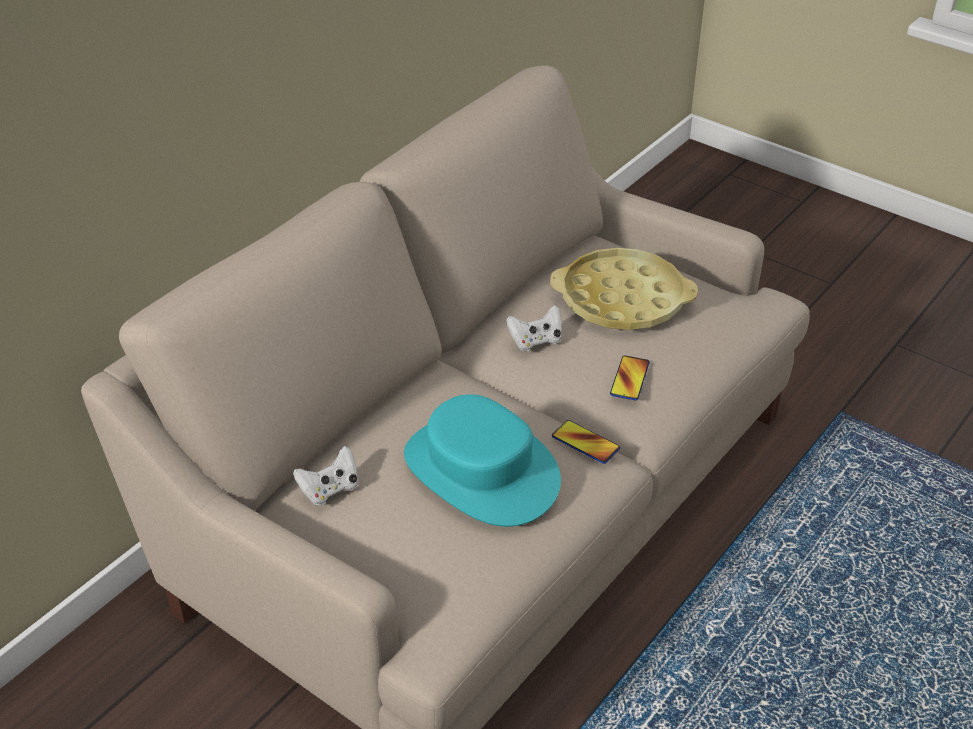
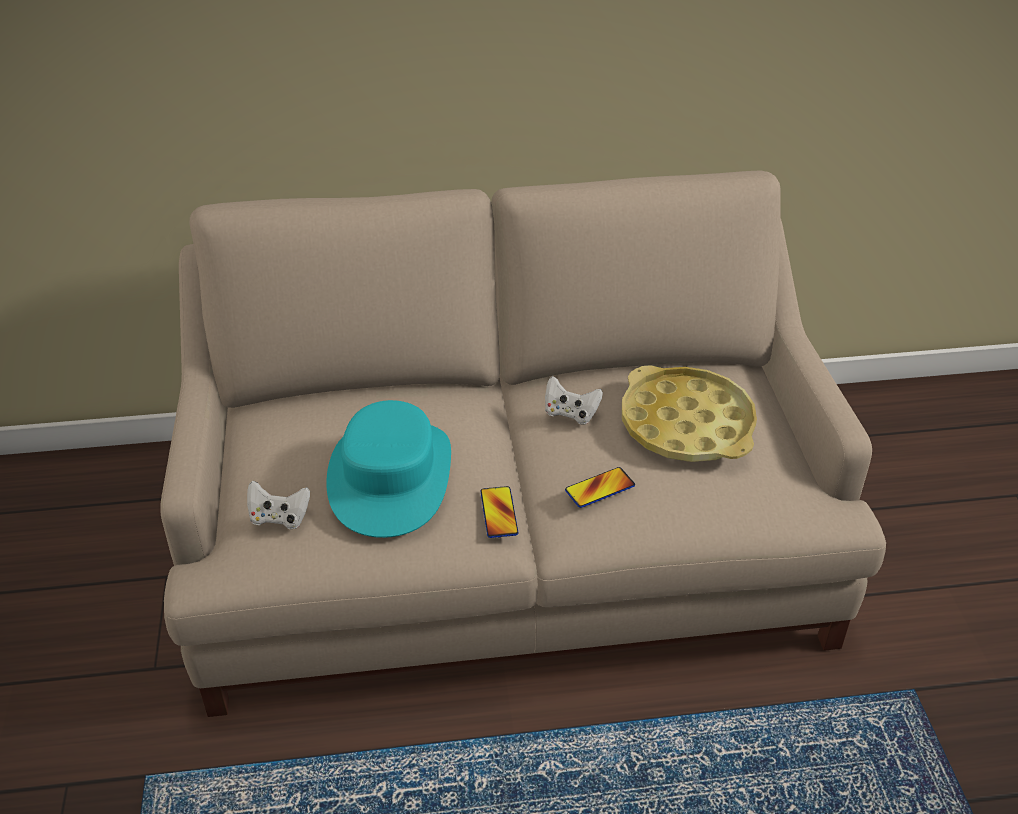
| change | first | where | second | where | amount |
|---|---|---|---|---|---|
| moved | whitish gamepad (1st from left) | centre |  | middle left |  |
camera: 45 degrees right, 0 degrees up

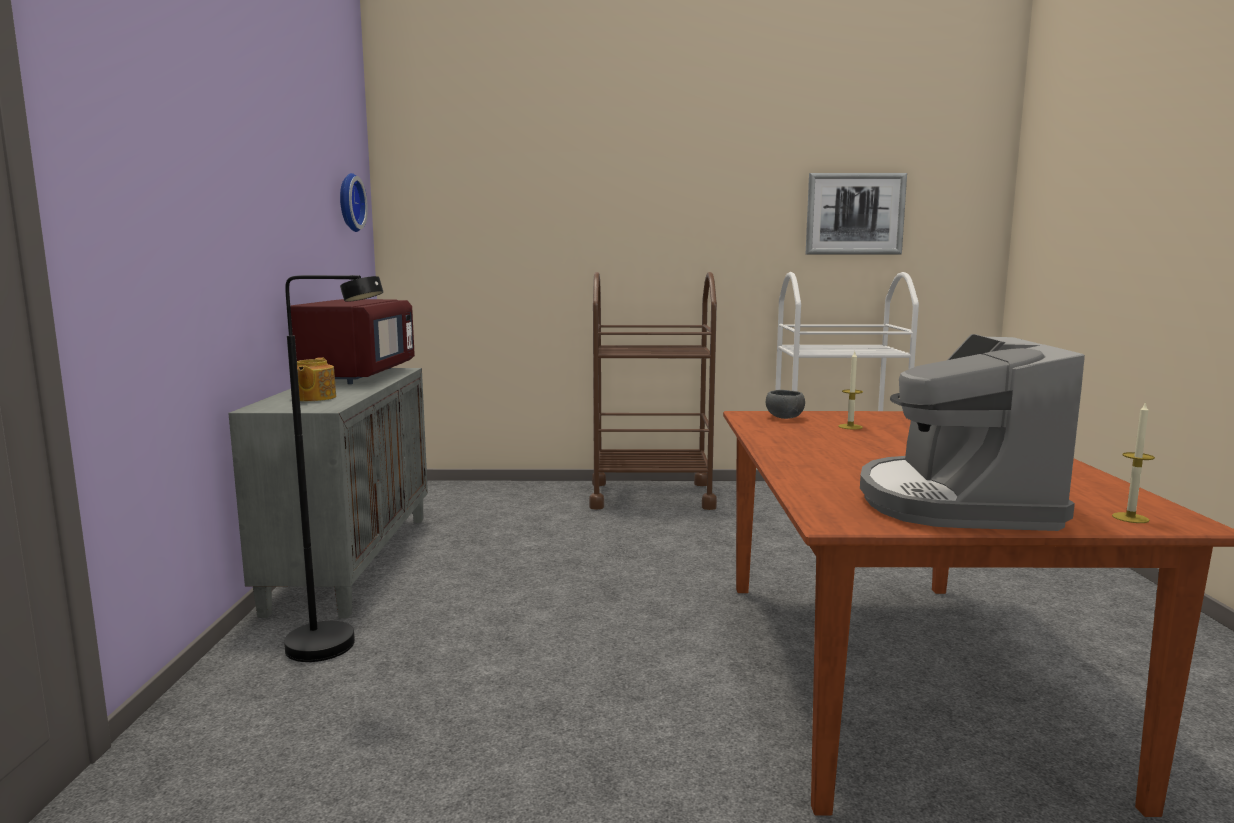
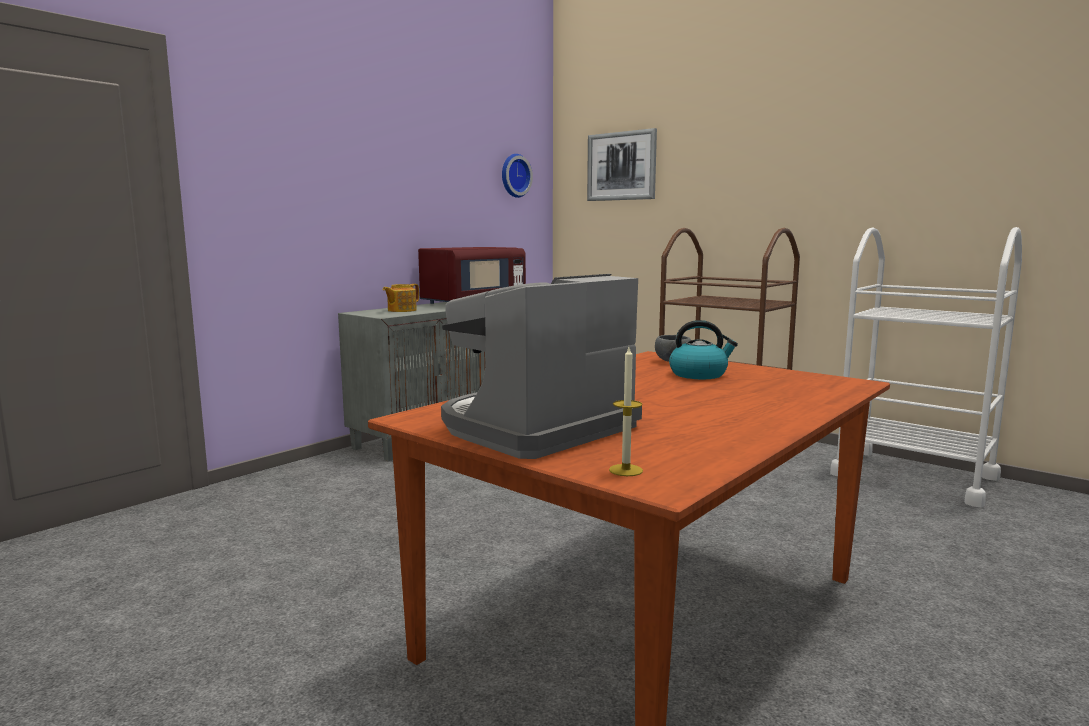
| change | first | where | second | where | amount |
|---|---|---|---|---|---|
| moved | wall picture | top right |  | top centre |  |
| removed | black floor lamp | middle left |  |  |  |
| replaced | wax light (1st from left) | middle right | kettle | centre |  |
camera: 40 degrees right, 0 degrees up

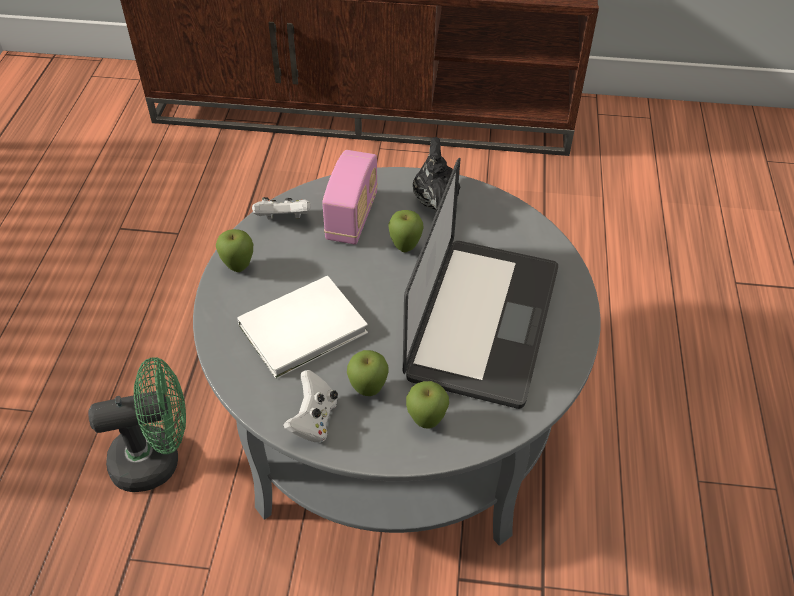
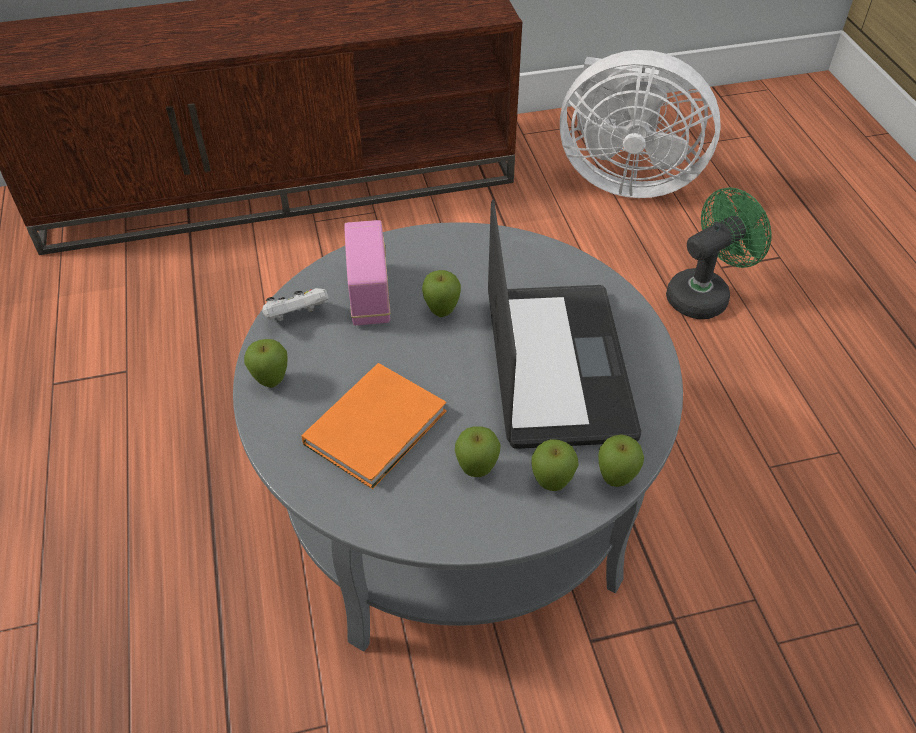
| change | first | where | second | where | amount |
|---|---|---|---|---|---|
| removed | black tea pot | top centre |  |  |  |
| recoloured | whitish book | centre | orange book | centre |  |
| moved | greenish fan | bottom left |  | middle right |  |
| removed | whitish gamepad (2nd from left) | bottom centre |  |  |  |
| added |  |  | whitish fan | top right |  |
| added |  |  | apple (5th from left) | middle right |  |
camera: 20 degrees left, 0 degrees up

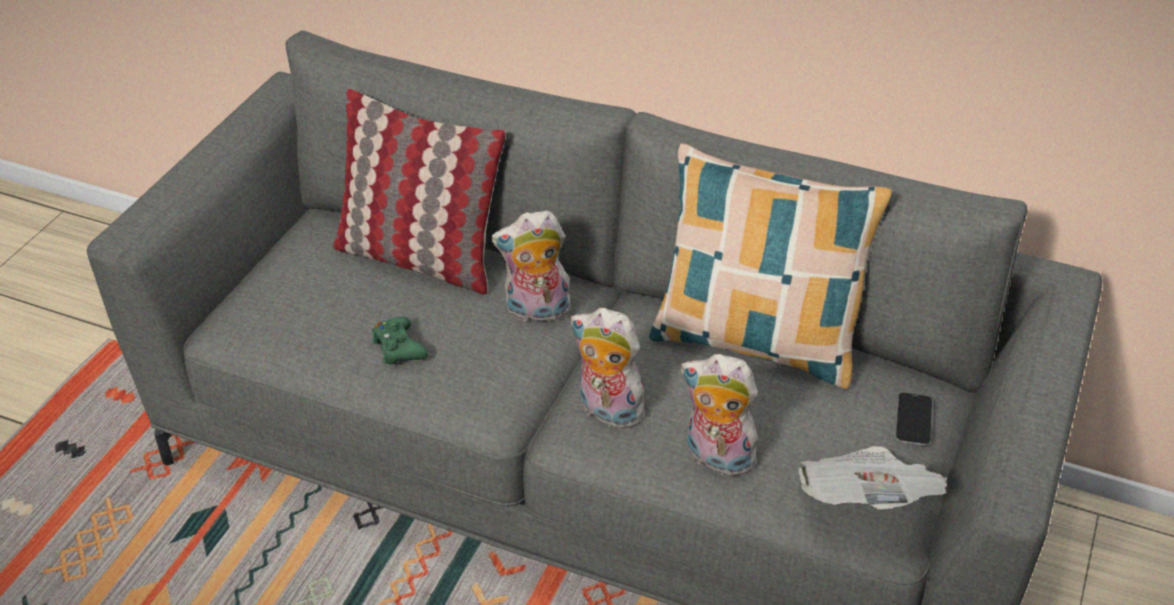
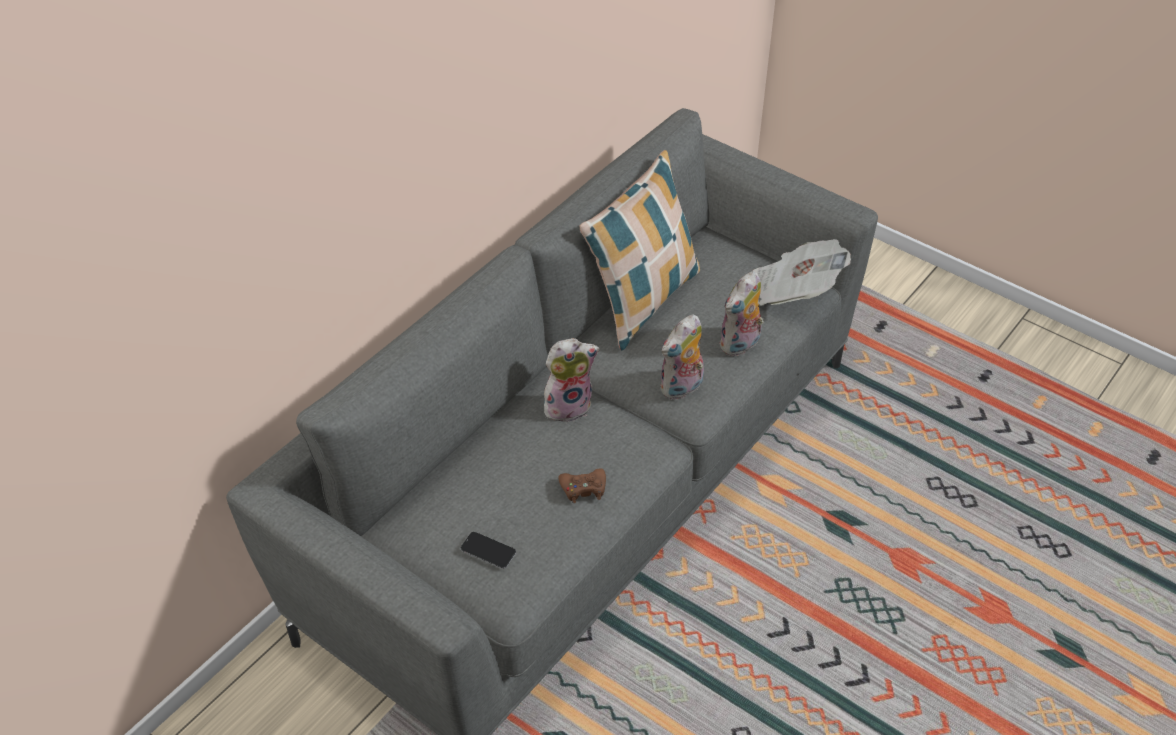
| change | first | where | second | where | amount |
|---|---|---|---|---|---|
| removed | throw pillow (1st from left) | top centre |  |  |  |
| turned | cuddly toy (1st from left) | centre |  | centre | 120 degrees counterclockwise |
| recoloured | greenish gamepad | centre | brown gamepad | centre |  |
| moved | handset | bottom right |  | bottom centre |  |
camera: 75 degrees left, 5 degrees up

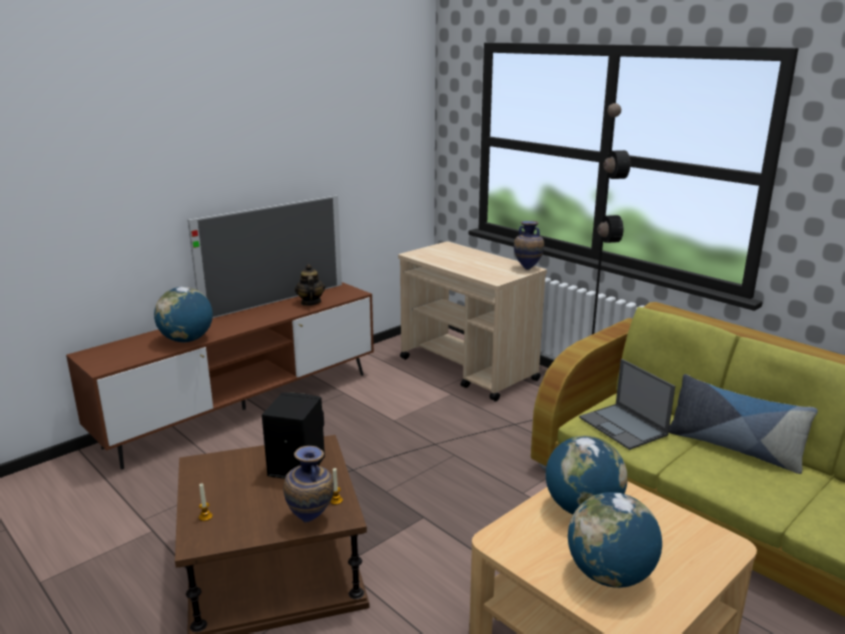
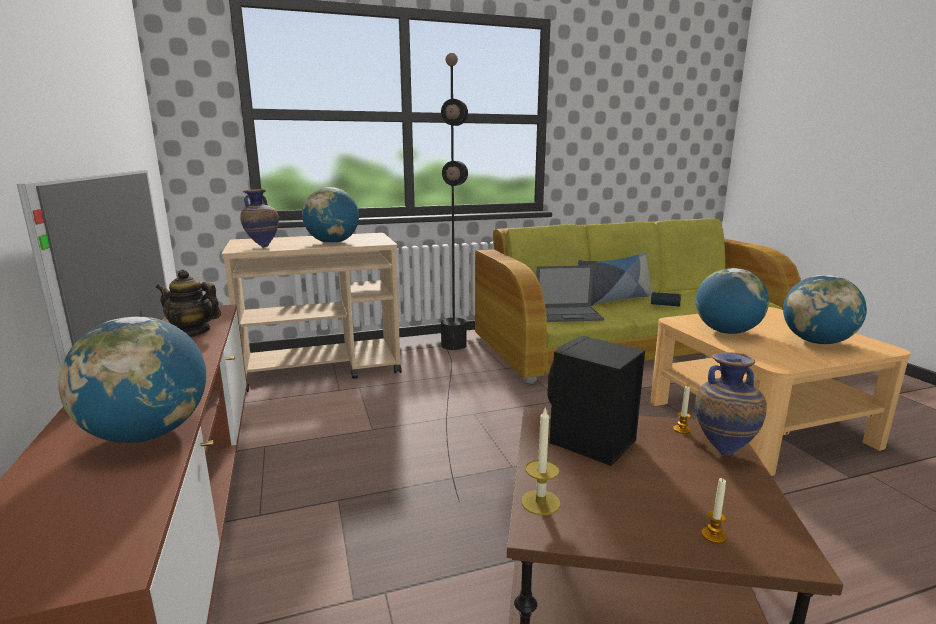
| change | first | where | second | where | amount |
|---|---|---|---|---|---|
| moved | decorative vase (2nd from left in the first image) | centre | decorative vase (1st from left) | middle left |  |
| added |  |  | world globe (2nd from left) | centre |  |
| added |  |  | book | middle right |  |
| added |  |  | wax light (1st from left) | bottom centre |  |
camera: 65 degrees left, 5 degrees down

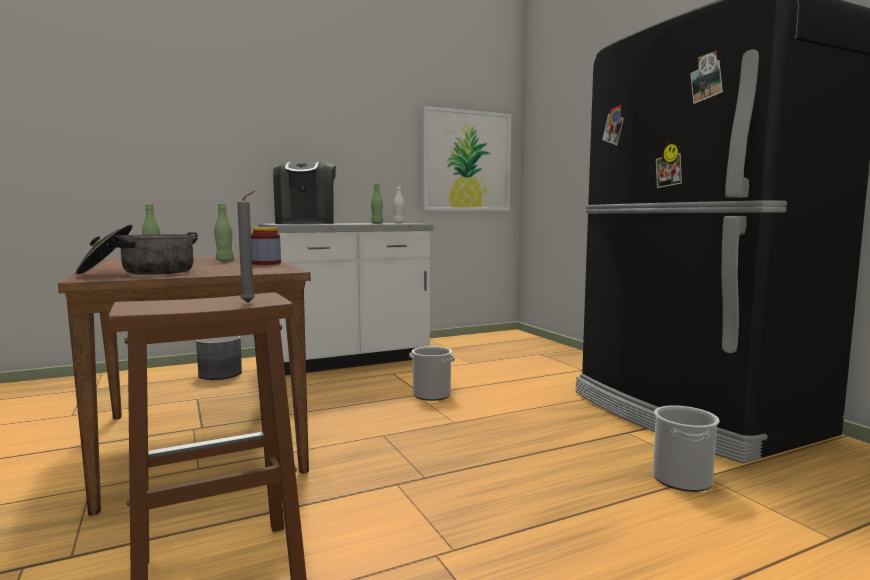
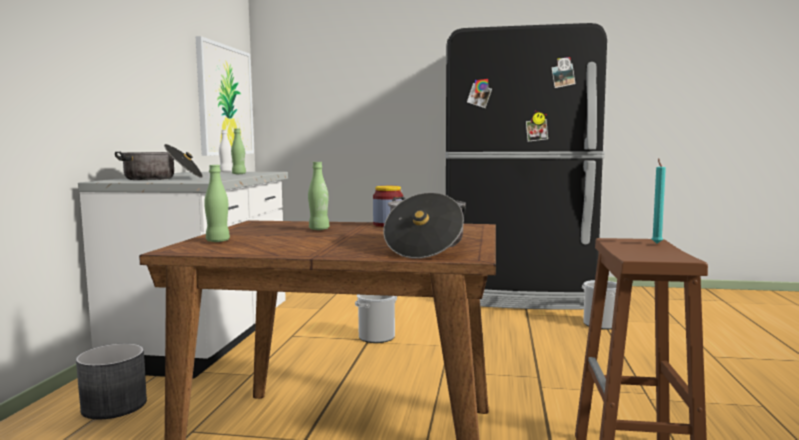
| change | first | where | second | where | amount |
|---|---|---|---|---|---|
| replaced | coffee maker | top centre | saucepot (1st from left) | middle left |  |
| recoloured | gray wax light | middle left | blue-green wax light | middle right |  |
camera: 55 degrees left, 0 degrees up

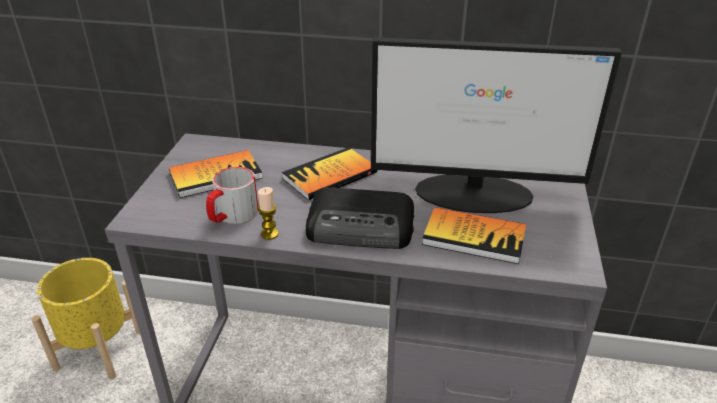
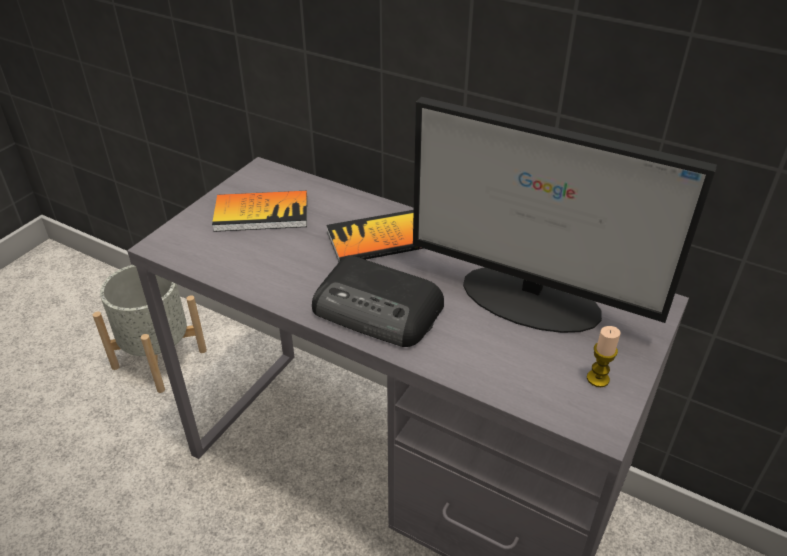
| change | first | where | second | where | amount |
|---|---|---|---|---|---|
| removed | mug | middle left |  |  |  |
| moved | wax light | centre |  | middle right |  |
| removed | book (3rd from left) | centre |  |  |  |
| recoloured | yellow-coloured plant pot | bottom left | gray plant pot | middle left |  |
camera: 20 degrees right, 5 degrees up

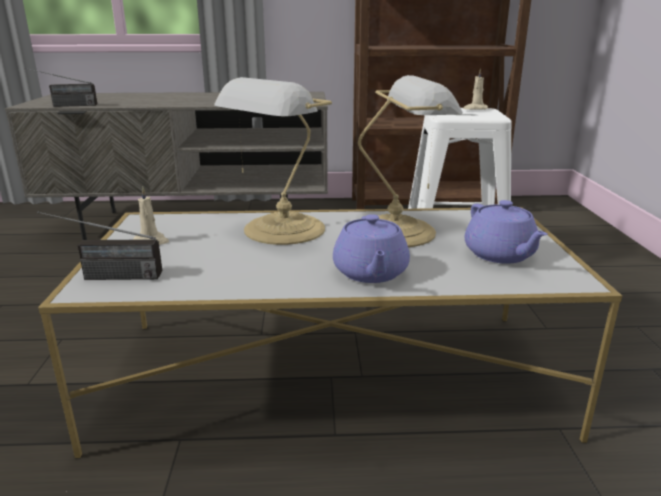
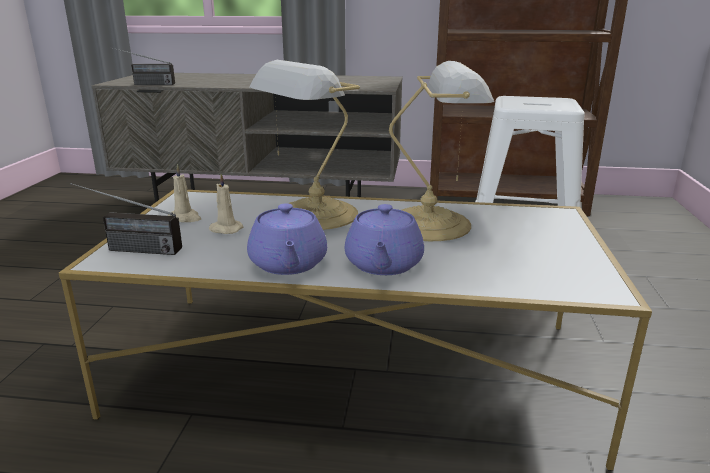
| change | first | where | second | where | amount |
|---|---|---|---|---|---|
| moved | beige-coloured wax light (2nd from left) | top right |  | middle left |  |
| moved | purplish tea pot (2nd from left in the first image) | middle right | purplish tea pot (1st from left) | centre |  |
camera: 10 degrees right, 0 degrees up

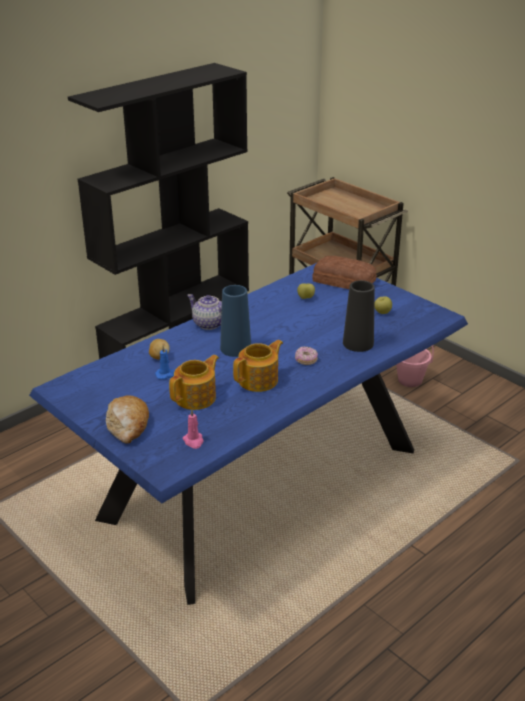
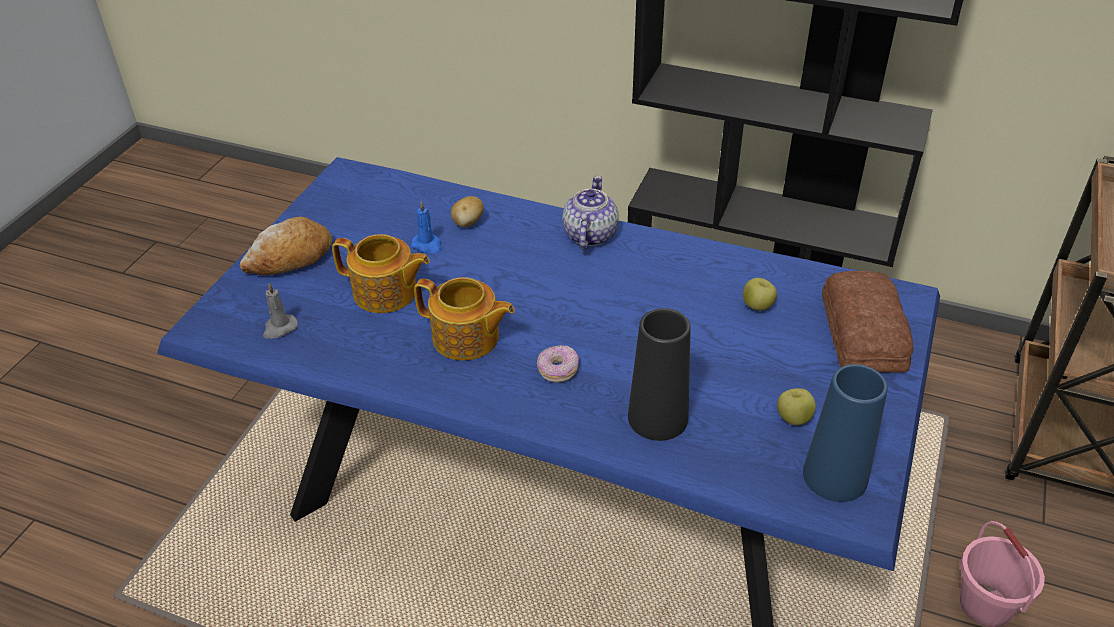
| change | first | where | second | where | amount |
|---|---|---|---|---|---|
| moved | blue decorative vase | centre |  | bottom right |  |
| recoloured | pinkish wax light | centre | gray wax light | middle left |  |
camera: 65 degrees right, 10 degrees up

